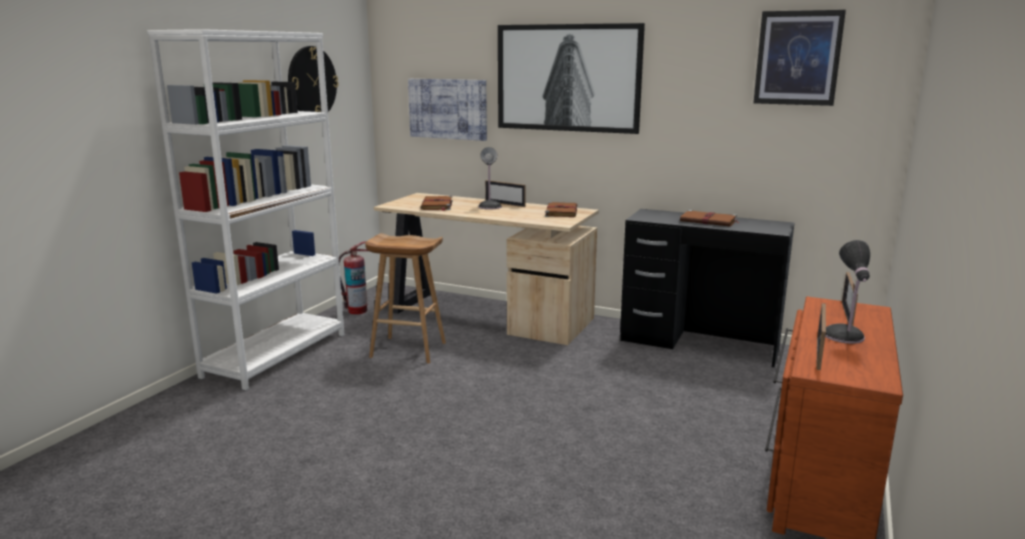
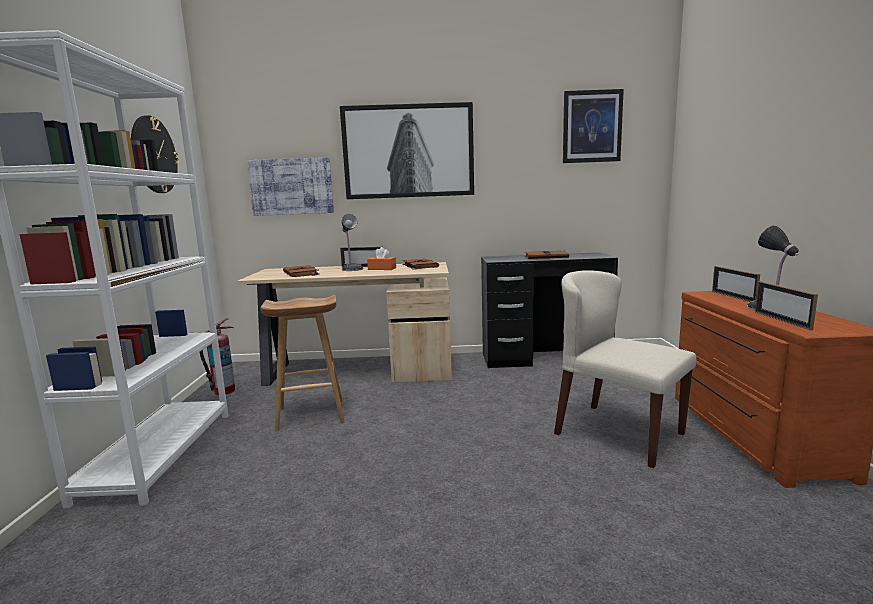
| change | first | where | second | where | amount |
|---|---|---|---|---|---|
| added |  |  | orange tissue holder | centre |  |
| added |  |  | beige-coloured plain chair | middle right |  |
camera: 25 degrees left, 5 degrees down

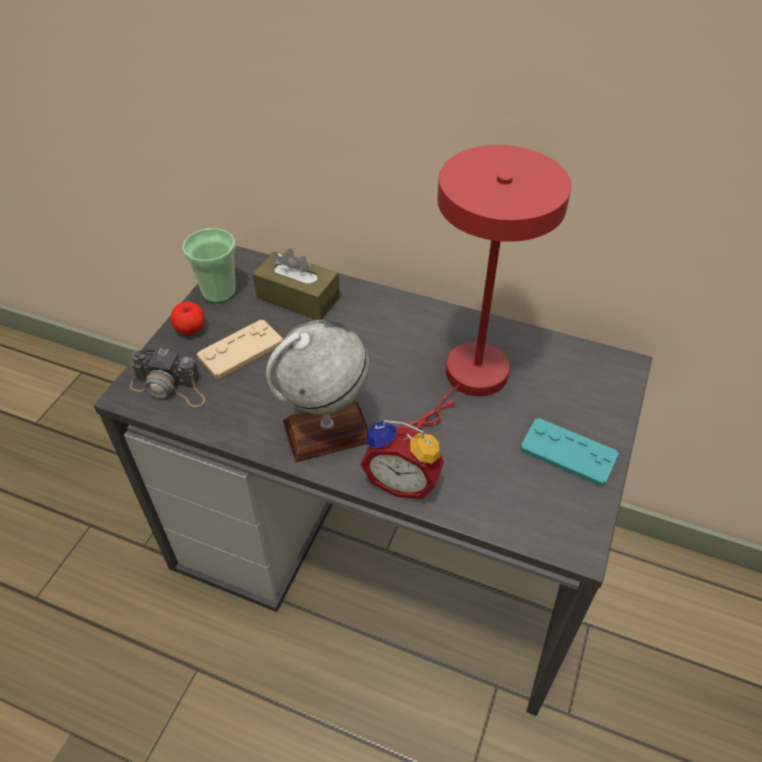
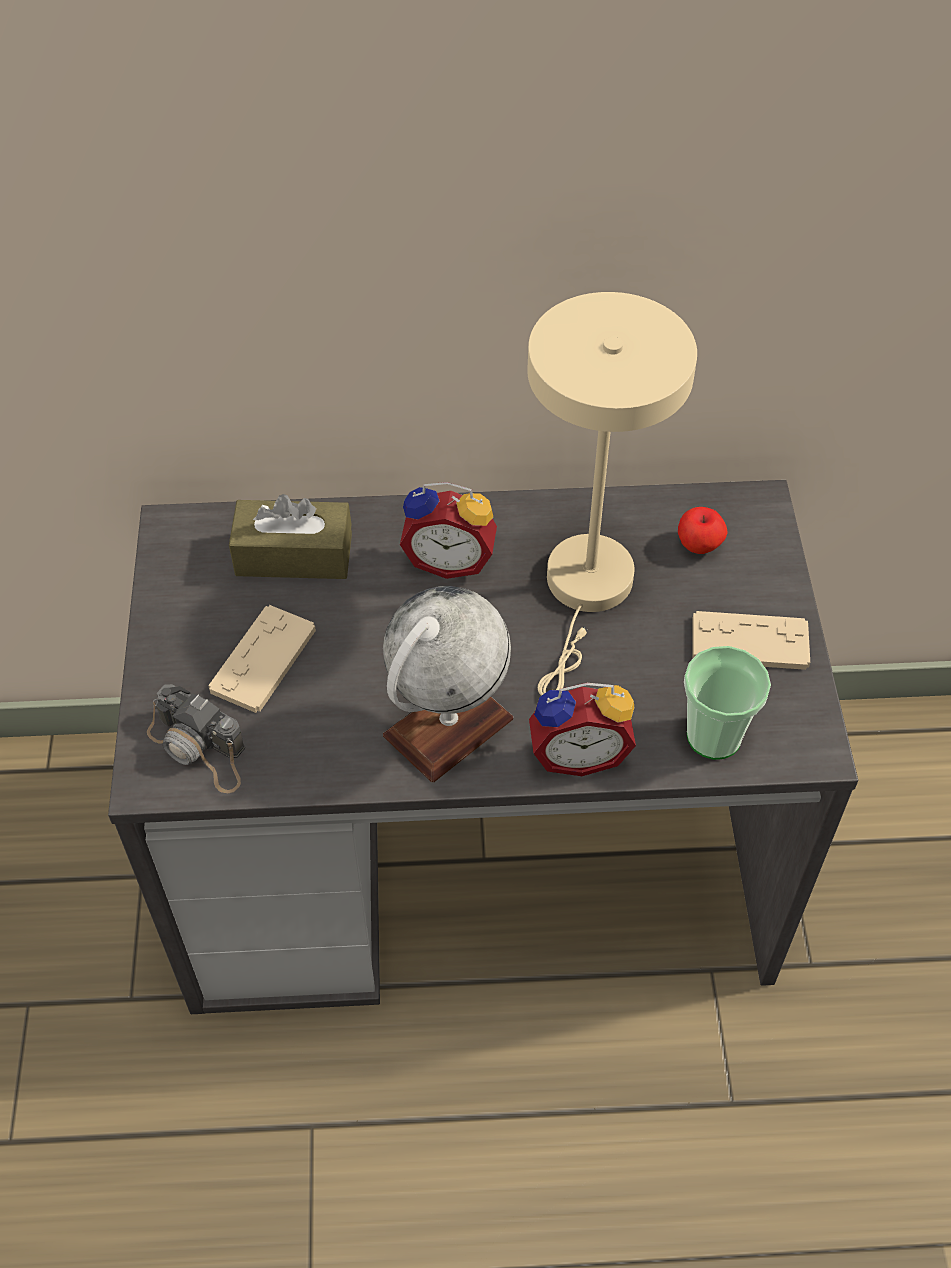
| change | first | where | second | where | amount |
|---|---|---|---|---|---|
| recoloured | red-coloured lamp for a table | centre | beige-coloured lamp for a table | centre |  |
| moved | cup | middle left |  | middle right |  |
| moved | apple | middle left |  | middle right |  |
| turned | still camera | middle left |  | middle left | 45 degrees clockwise |
| recoloured | blue-green gamepad | middle right | beige-coloured gamepad (2nd from left) | middle right |  |
| added |  |  | bedside clock (1st from left) | centre |  |
camera: 25 degrees left, 5 degrees up

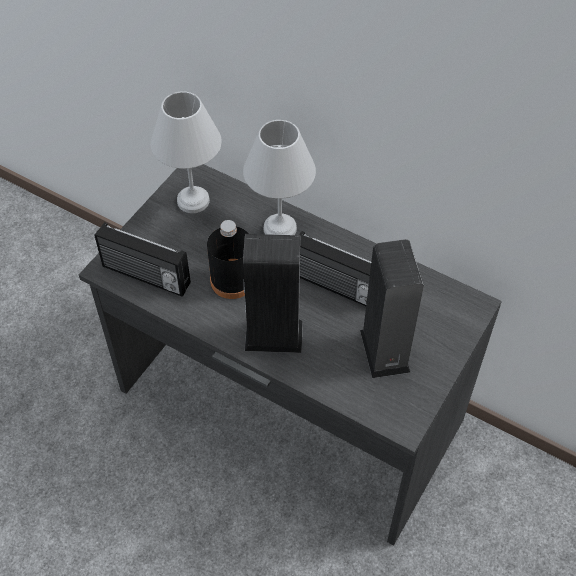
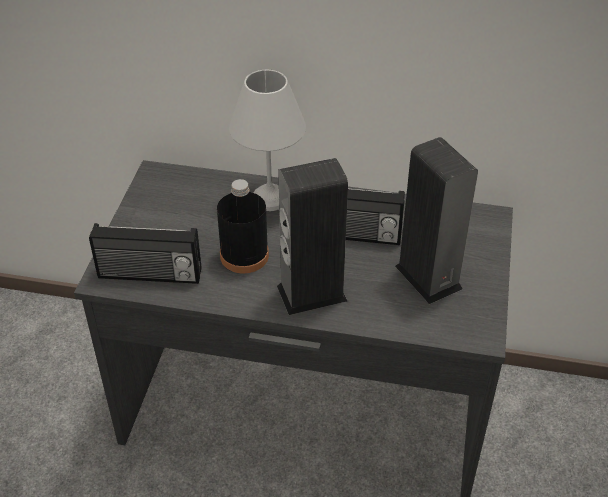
| change | first | where | second | where | amount |
|---|---|---|---|---|---|
| removed | whitish lamp for a table (1st from left) | top left |  |  |  |
camera: 20 degrees left, 10 degrees down

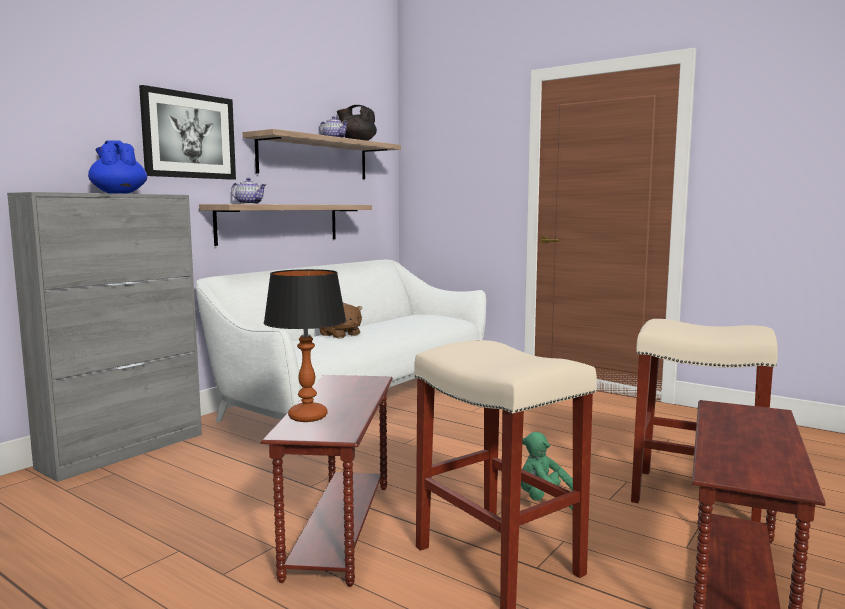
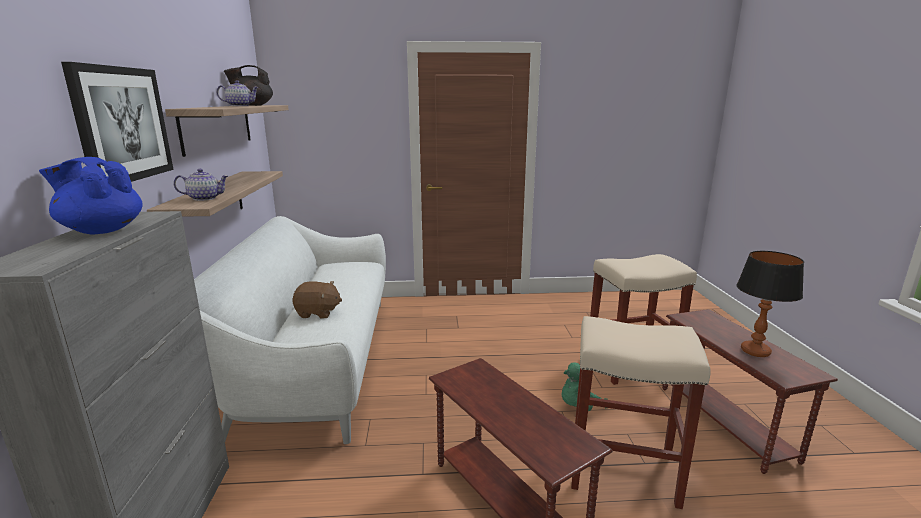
| change | first | where | second | where | amount |
|---|---|---|---|---|---|
| moved | lamp for a table | centre |  | middle right |  |
camera: 40 degrees left, 10 degrees up

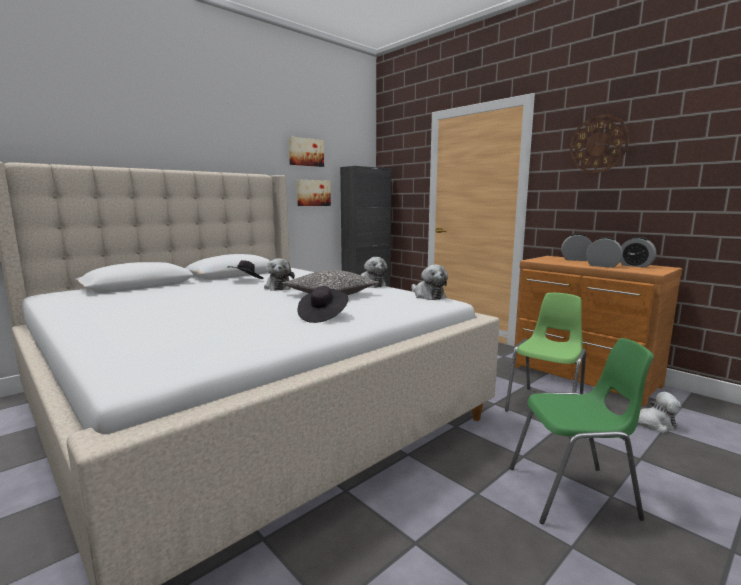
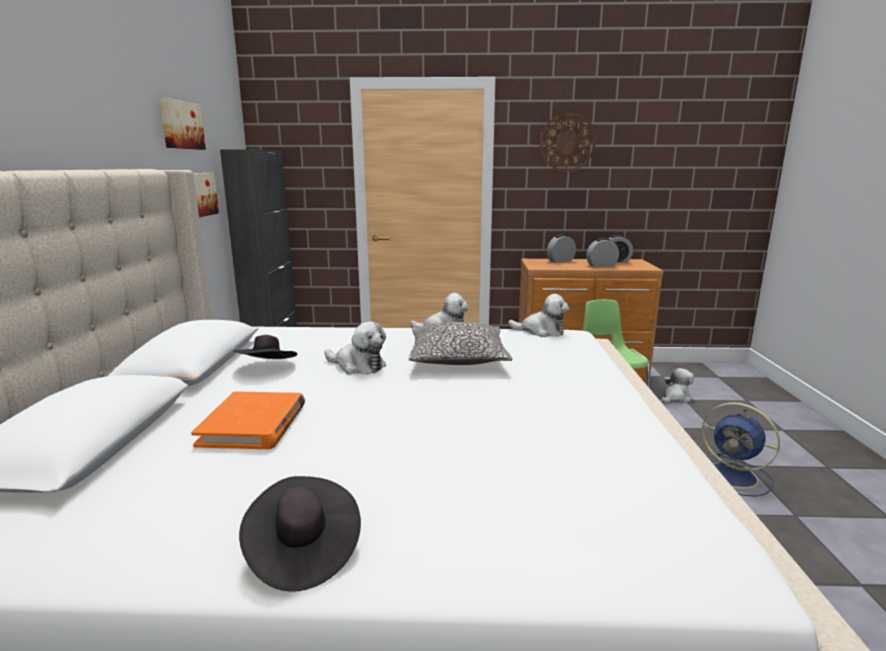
| change | first | where | second | where | amount |
|---|---|---|---|---|---|
| moved | black hat (2nd from left) | centre |  | bottom centre |  |
| replaced | greenish plain chair (2nd from left) | bottom right | blue fan | bottom right |  |
| added |  |  | orange book | middle left |  |
camera: 45 degrees left, 5 degrees up

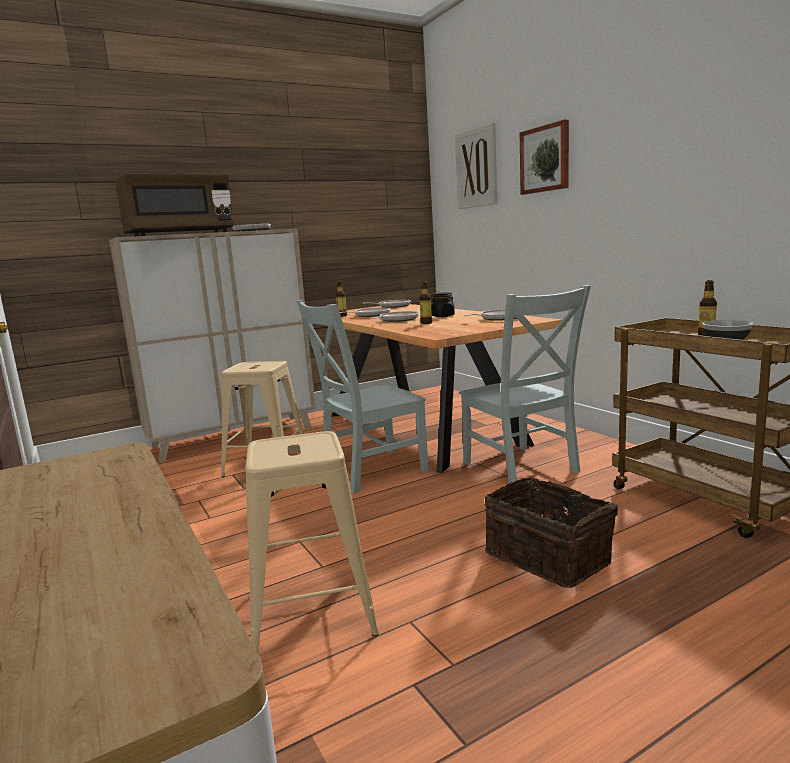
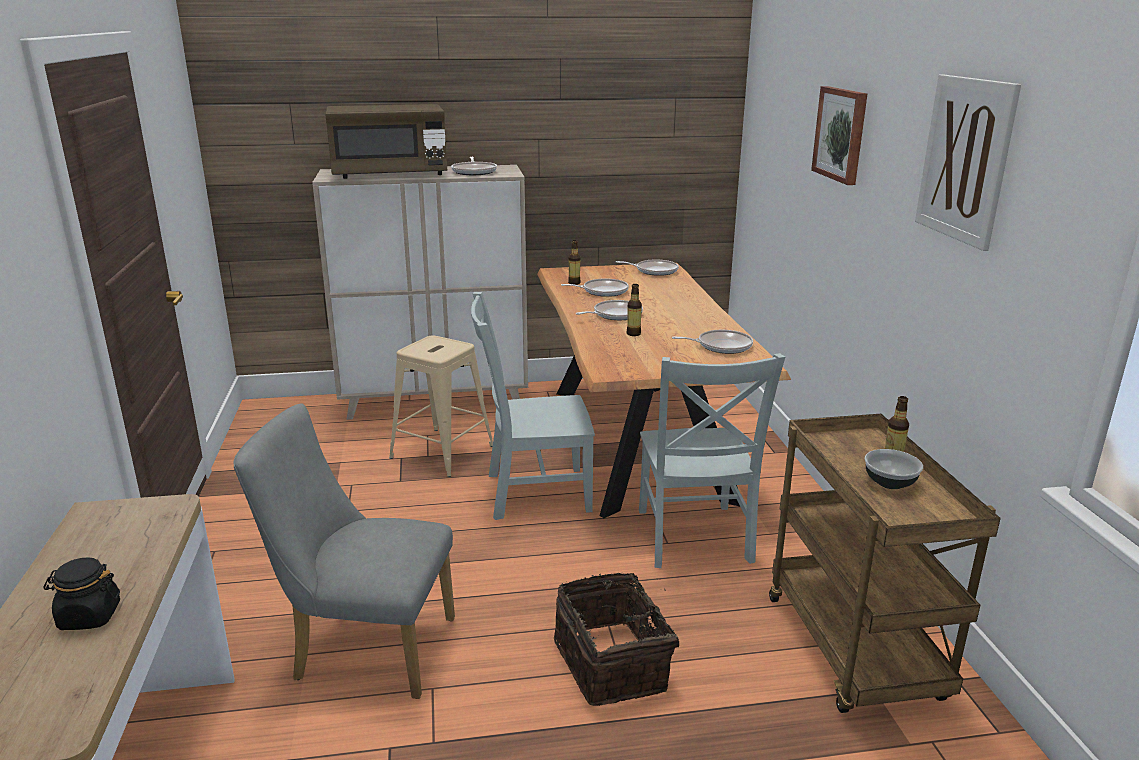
| change | first | where | second | where | amount |
|---|---|---|---|---|---|
| moved | wall picture (1st from left in the first image) | top centre | wall picture (2nd from left) | top right |  |
| moved | black jar | centre |  | bottom left |  |
| replaced | beige-coloured stool seat (2nd from left) | bottom centre | gray plain chair (1st from left) | bottom left |  |
camera: 20 degrees right, 10 degrees up

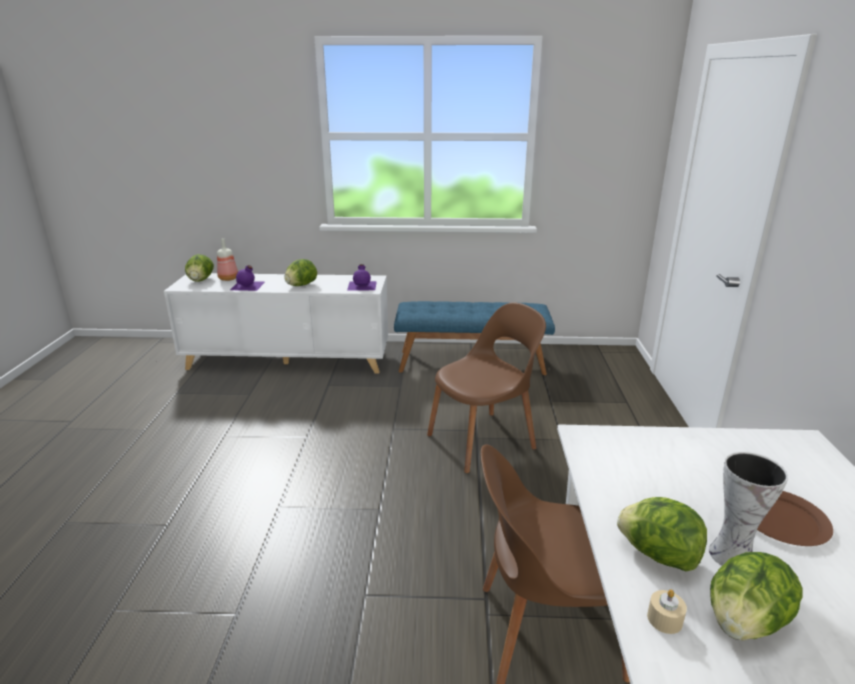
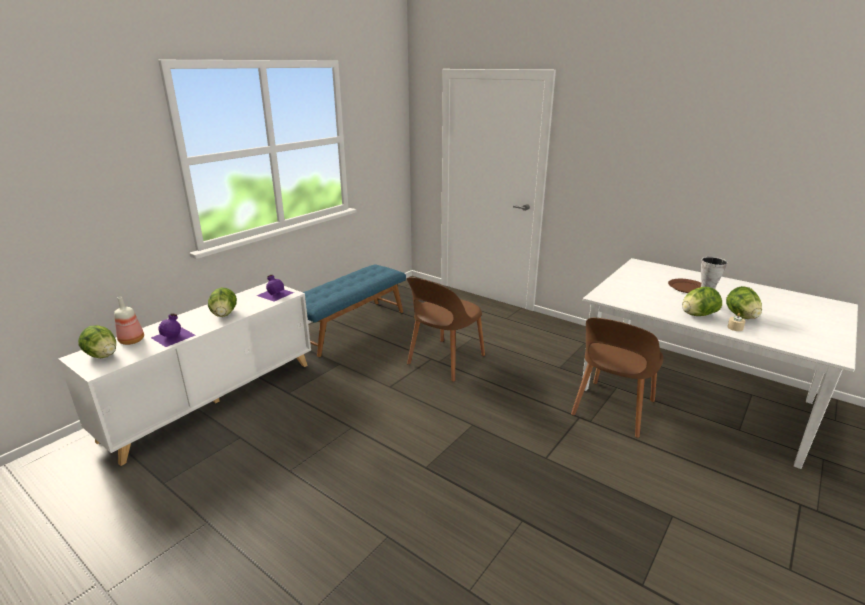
| change | first | where | second | where | amount |
|---|---|---|---|---|---|
| turned | brown plain chair (1st from left) | centre |  | centre | 150 degrees counterclockwise |
camera: 55 degrees left, 0 degrees up

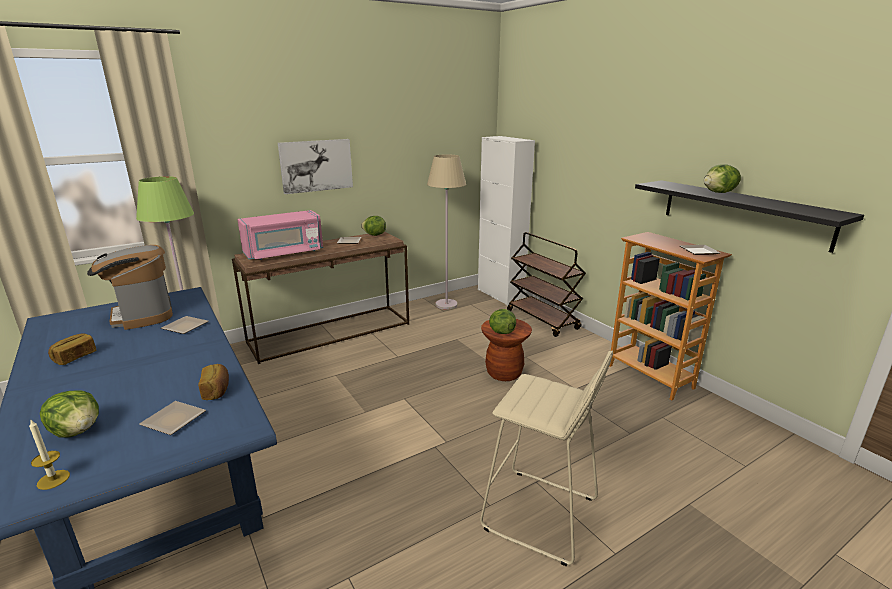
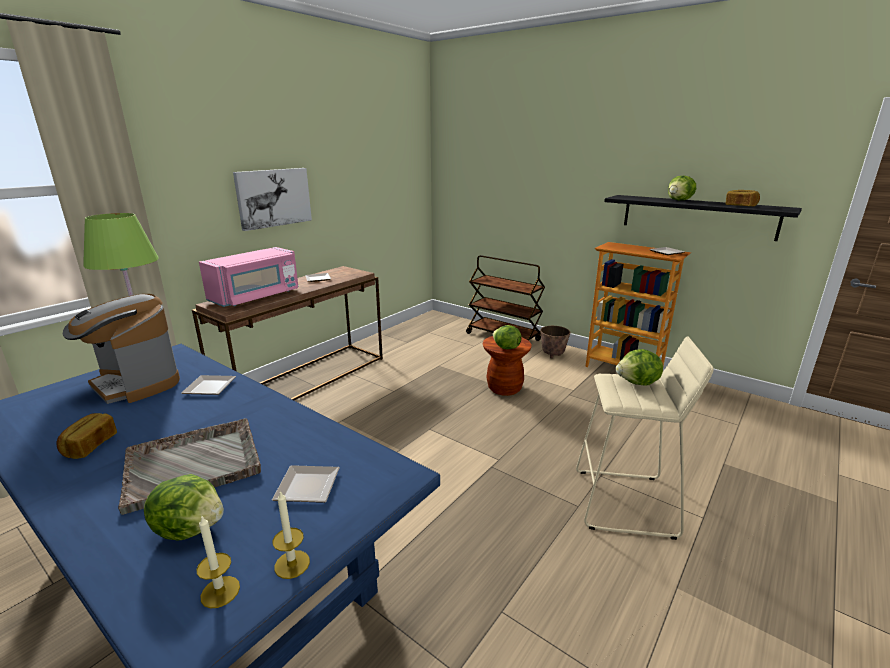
| change | first | where | second | where | amount |
|---|---|---|---|---|---|
| removed | whitish cabinet | centre |  |  |  |
| removed | beige-coloured floor lamp | centre |  |  |  |
| moved | head of lettuce (2nd from left in the first image) | centre | head of lettuce (3rd from left) | middle right |  |
| moved | bakery bread (2nd from left) | middle left |  | top right |  |
| added |  |  | plant pot | centre |  |
| added |  |  | gray tray | bottom left |  |
| added |  |  | wax light (2nd from left) | bottom left |  |
camera: 20 degrees left, 0 degrees up

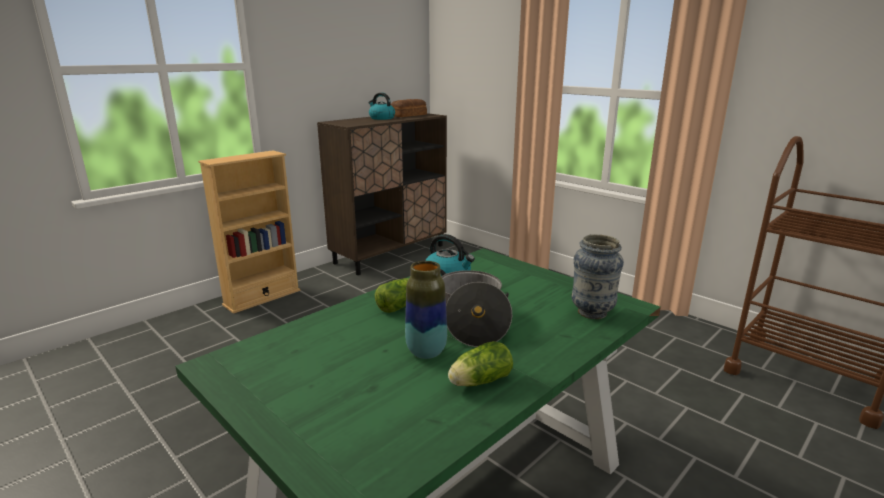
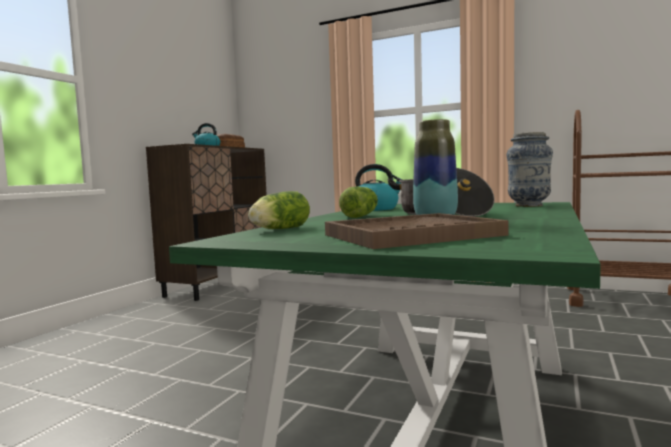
| change | first | where | second | where | amount |
|---|---|---|---|---|---|
| removed | beige-coloured bookcase | middle left |  |  |  |
| moved | head of lettuce (2nd from left in the first image) | bottom centre | head of lettuce (1st from left) | centre |  |
| added |  |  | brown tray | centre |  |
camera: 20 degrees left, 15 degrees down

